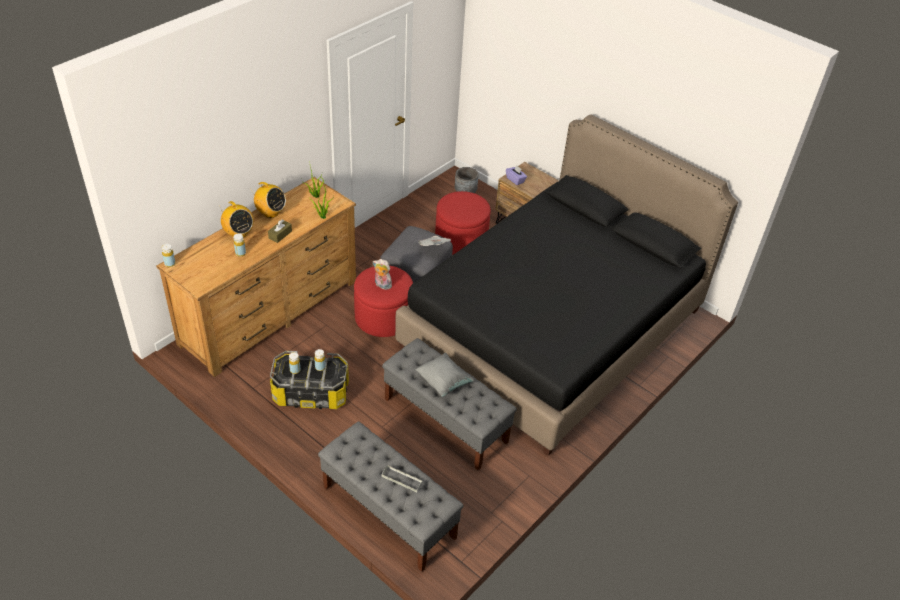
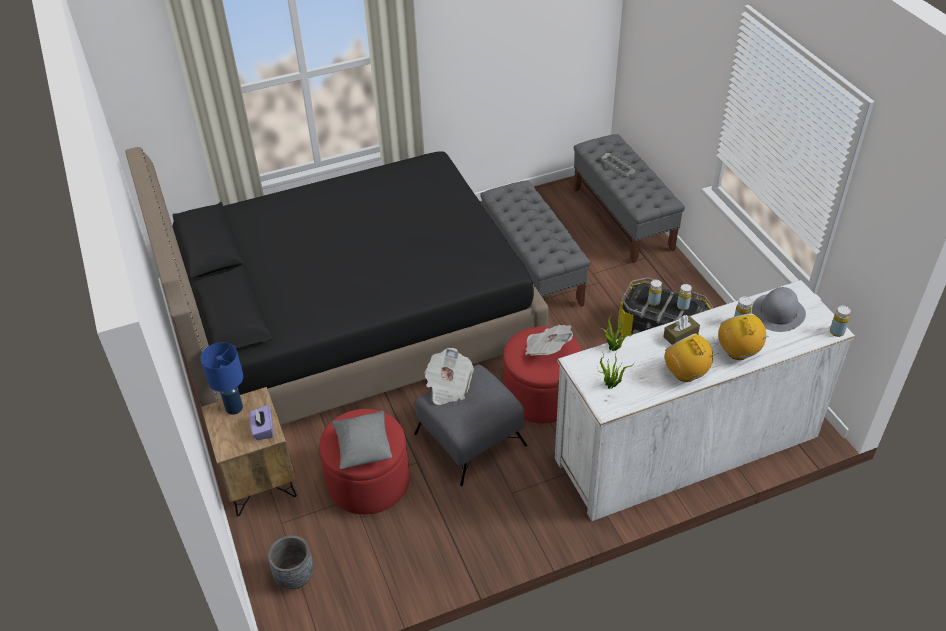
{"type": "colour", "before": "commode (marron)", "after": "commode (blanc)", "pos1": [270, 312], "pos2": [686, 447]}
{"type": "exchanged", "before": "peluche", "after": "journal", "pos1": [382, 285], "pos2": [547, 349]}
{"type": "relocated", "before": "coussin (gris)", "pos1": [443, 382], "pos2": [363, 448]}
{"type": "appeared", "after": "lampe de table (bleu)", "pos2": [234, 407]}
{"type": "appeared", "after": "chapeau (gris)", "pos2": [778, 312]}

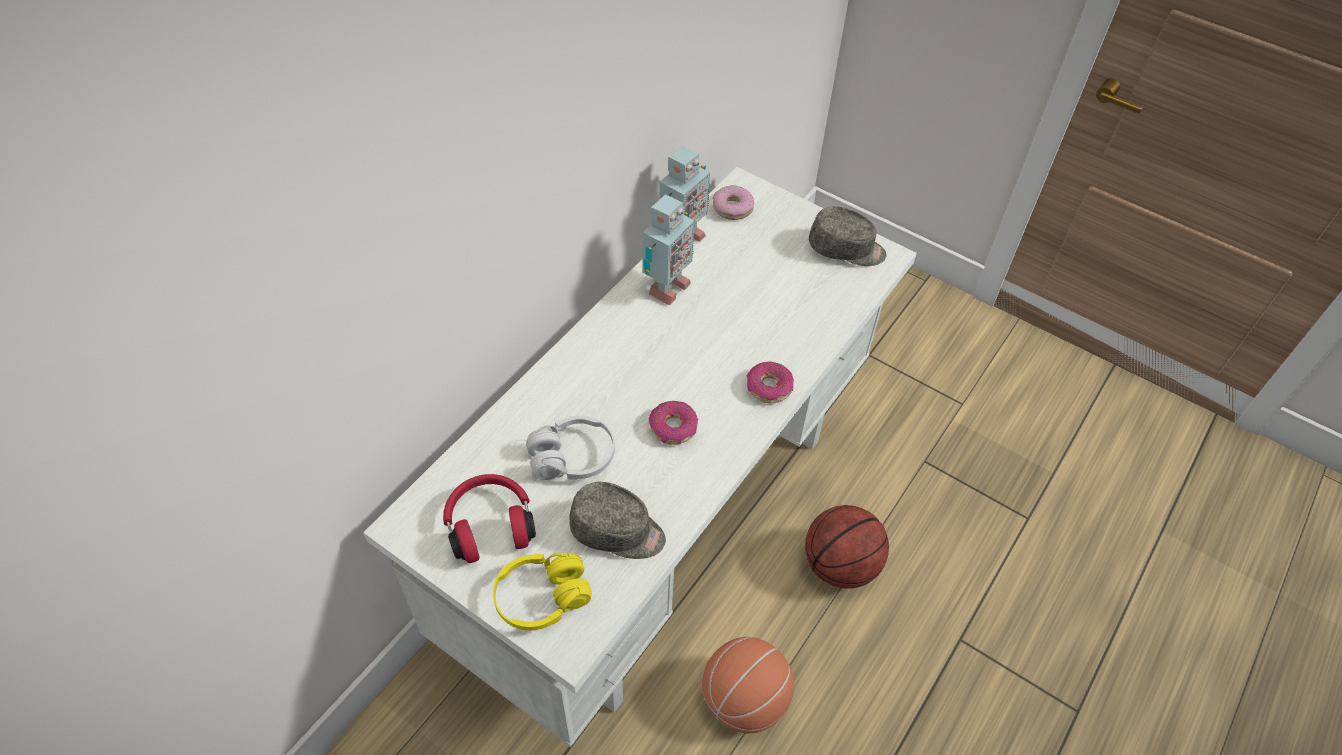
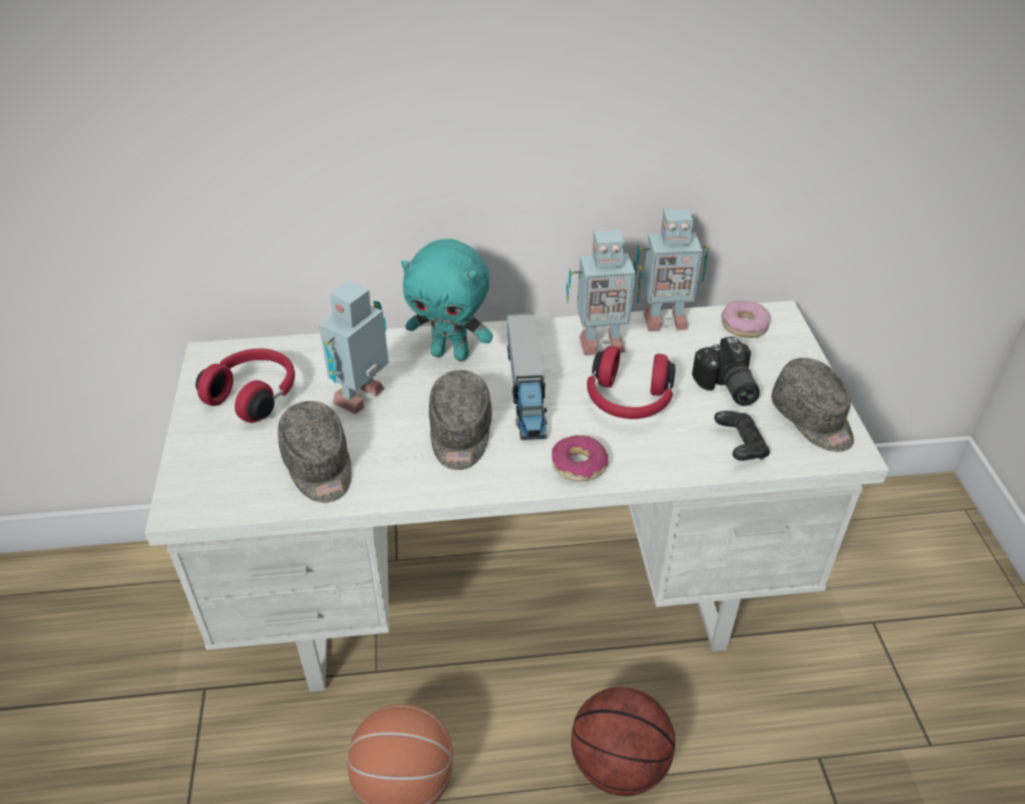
{"type": "missing", "before": "casque audio (jaune)", "pos1": [542, 597]}
{"type": "exchanged", "before": "casque audio (blanc)", "after": "robot jouet", "pos1": [572, 458], "pos2": [363, 398]}
{"type": "exchanged", "before": "beignet", "after": "casquette (gris)", "pos1": [673, 428], "pos2": [460, 434]}
{"type": "appeared", "after": "peluche (turquoise)", "pos2": [451, 354]}
{"type": "appeared", "after": "camion jouet", "pos2": [526, 390]}
{"type": "appeared", "after": "casque audio (rouge)", "pos2": [628, 401]}
{"type": "appeared", "after": "appareil photo", "pos2": [726, 388]}
{"type": "appeared", "after": "manette (noir)", "pos2": [740, 447]}

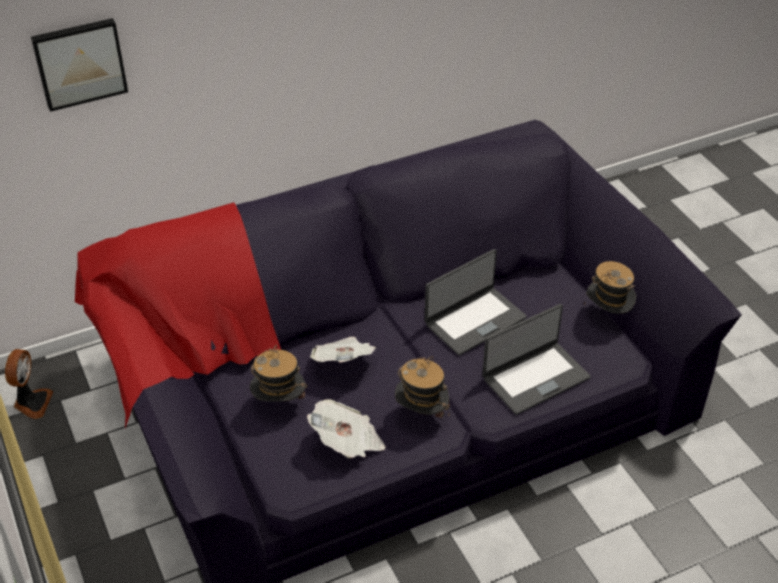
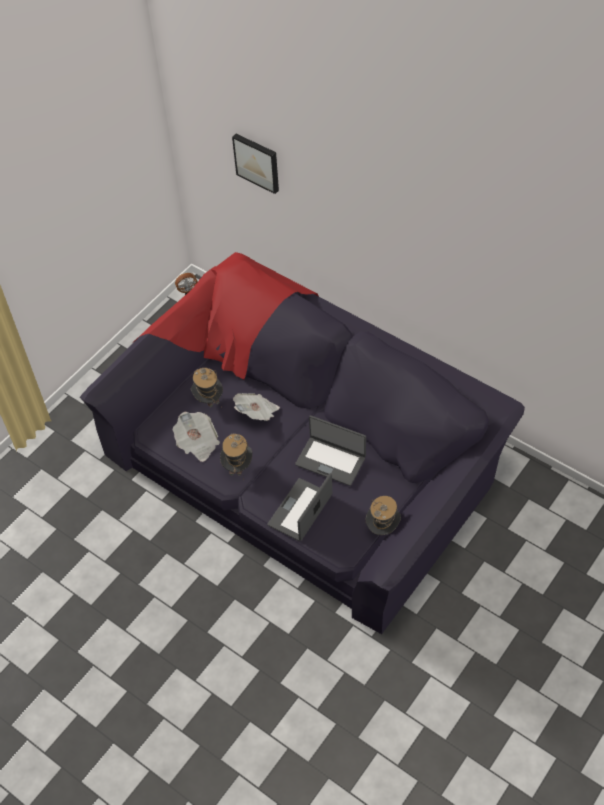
{"type": "spun", "before": "ordinateur portable", "pos1": [535, 377], "pos2": [301, 510], "turn": 90}

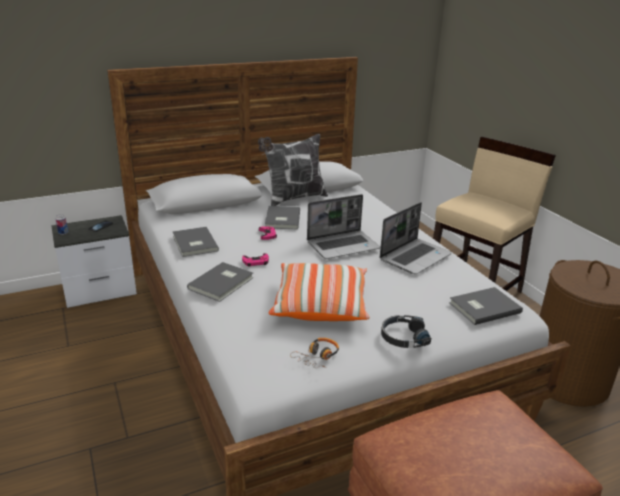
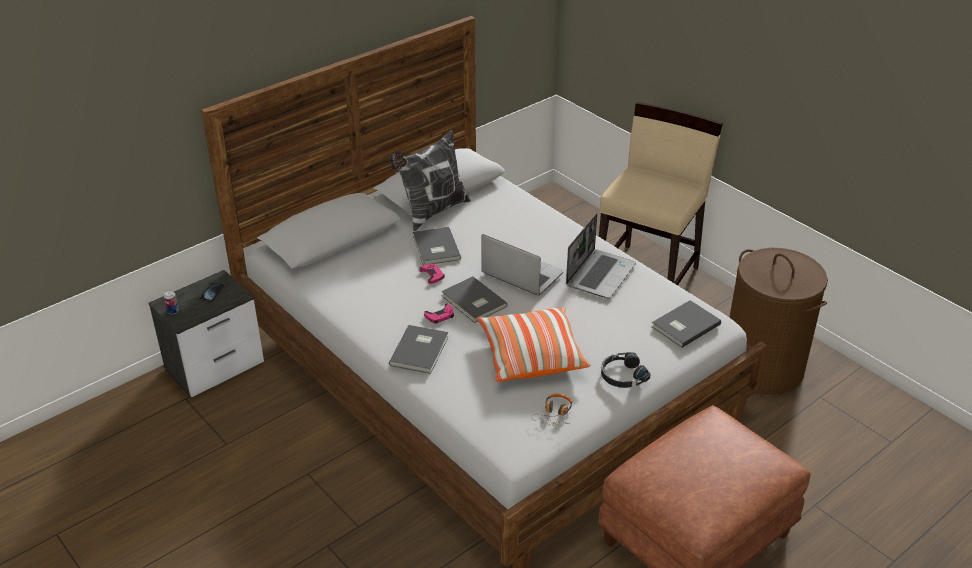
{"type": "relocated", "before": "livre (gris)", "pos1": [194, 244], "pos2": [473, 302]}
{"type": "spun", "before": "ordinateur portable", "pos1": [343, 245], "pos2": [521, 274], "turn": -105}

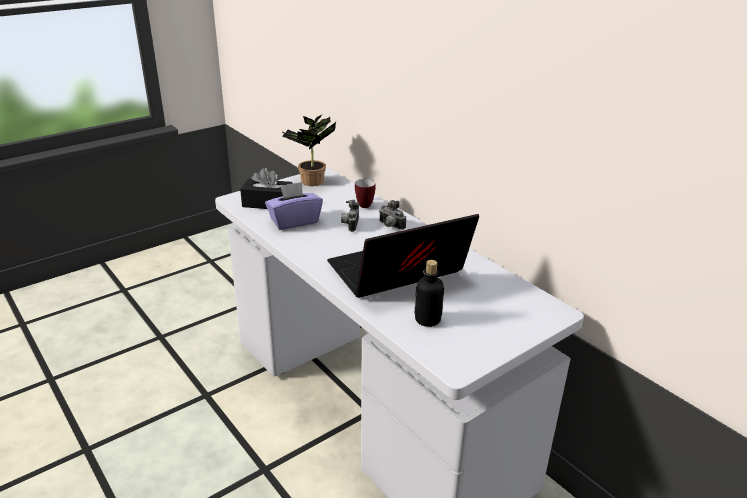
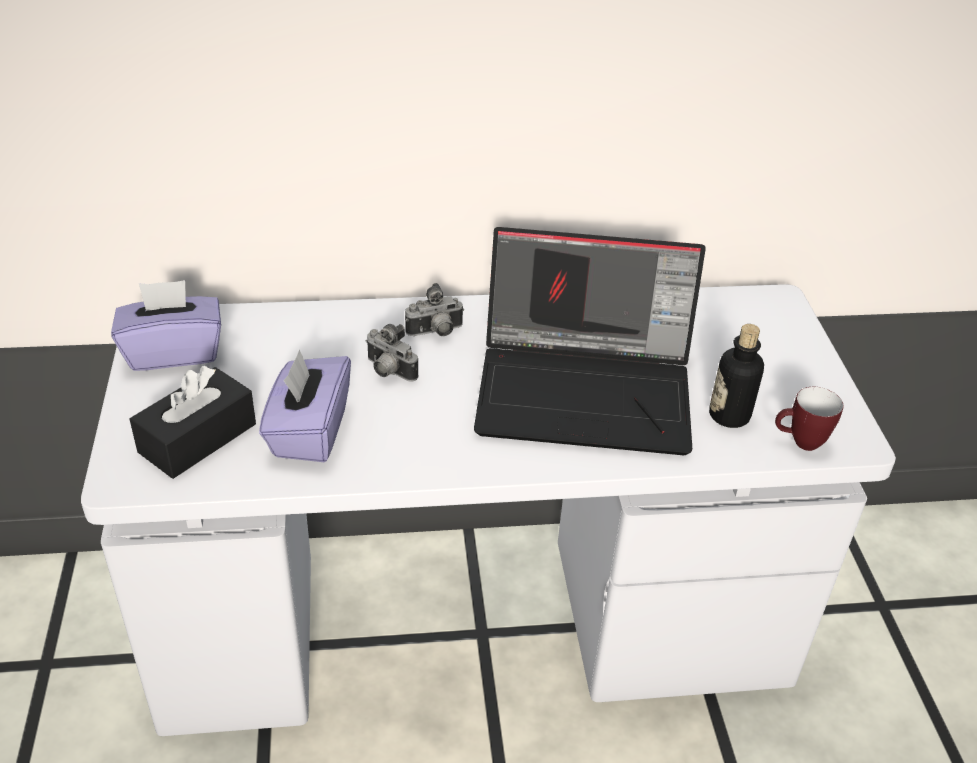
{"type": "exchanged", "before": "plante en pot", "after": "boîte à mouchoirs (violet)", "pos1": [310, 182], "pos2": [173, 352]}
{"type": "spun", "before": "ordinateur portable", "pos1": [396, 274], "pos2": [587, 390], "turn": -90}
{"type": "relocated", "before": "mug", "pos1": [363, 204], "pos2": [799, 443]}

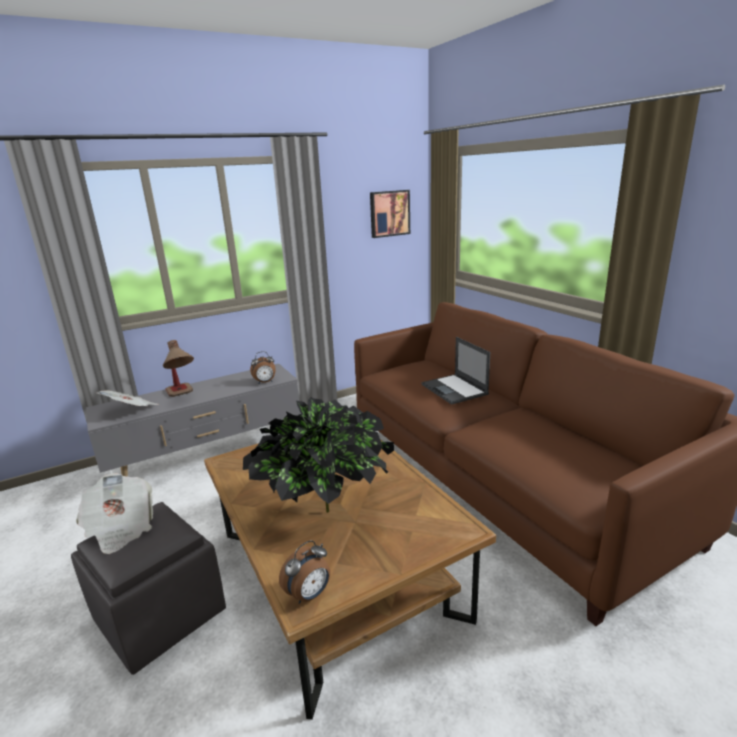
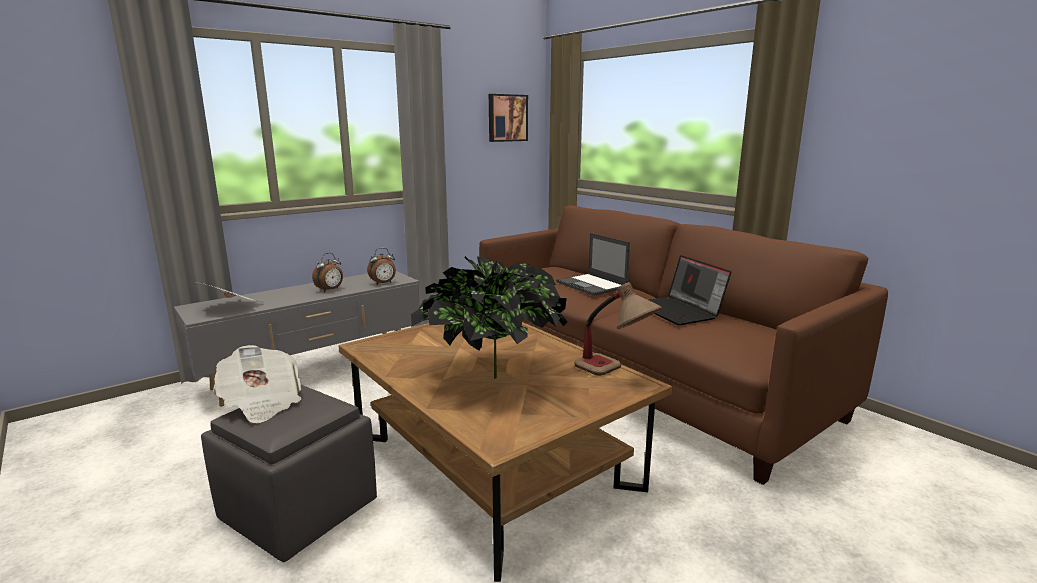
{"type": "relocated", "before": "lampe de table", "pos1": [183, 395], "pos2": [615, 373]}
{"type": "relocated", "before": "réveil", "pos1": [309, 595], "pos2": [330, 290]}
{"type": "appeared", "after": "ordinateur portable", "pos2": [679, 311]}

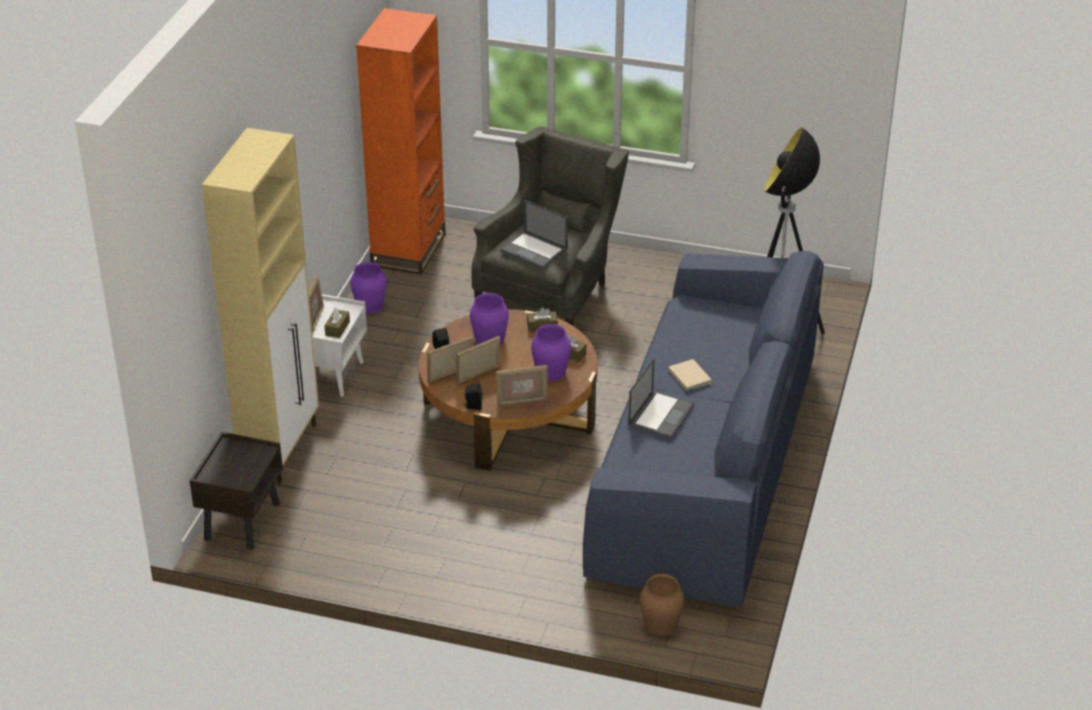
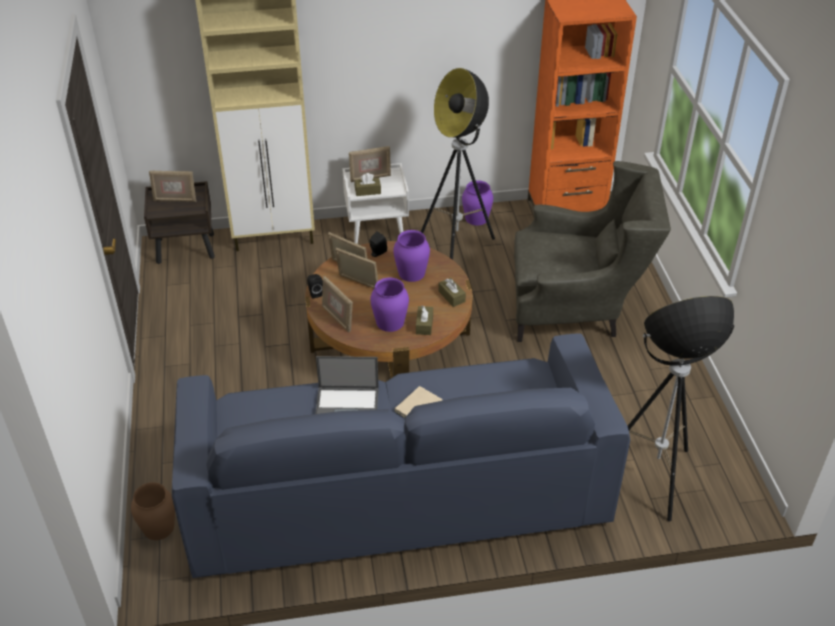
{"type": "missing", "before": "ordinateur portable", "pos1": [535, 250]}
{"type": "appeared", "after": "cadre photo", "pos2": [175, 200]}
{"type": "appeared", "after": "lampadaire", "pos2": [457, 250]}

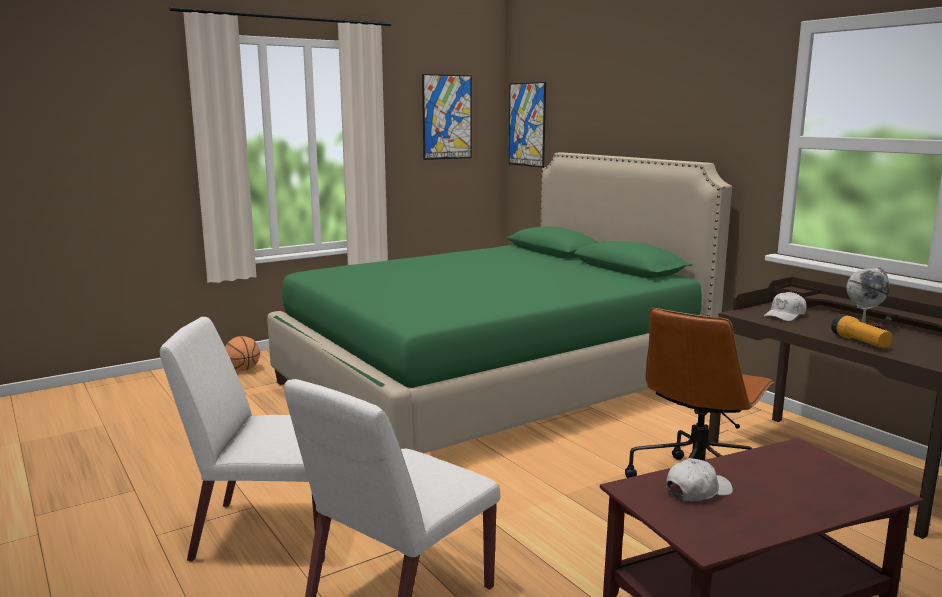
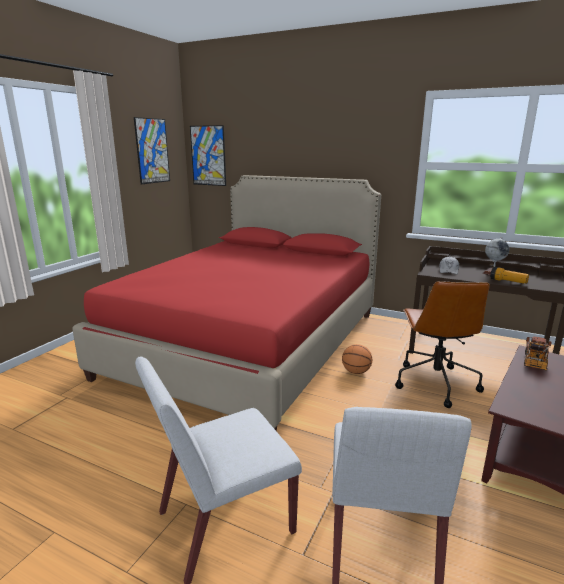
{"type": "relocated", "before": "ballon de basket", "pos1": [243, 370], "pos2": [356, 372]}
{"type": "colour", "before": "lit (vert)", "after": "lit (rouge)", "pos1": [491, 385], "pos2": [250, 343]}
{"type": "missing", "before": "casquette (blanc)", "pos1": [697, 491]}
{"type": "appeared", "after": "camion jouet", "pos2": [534, 363]}

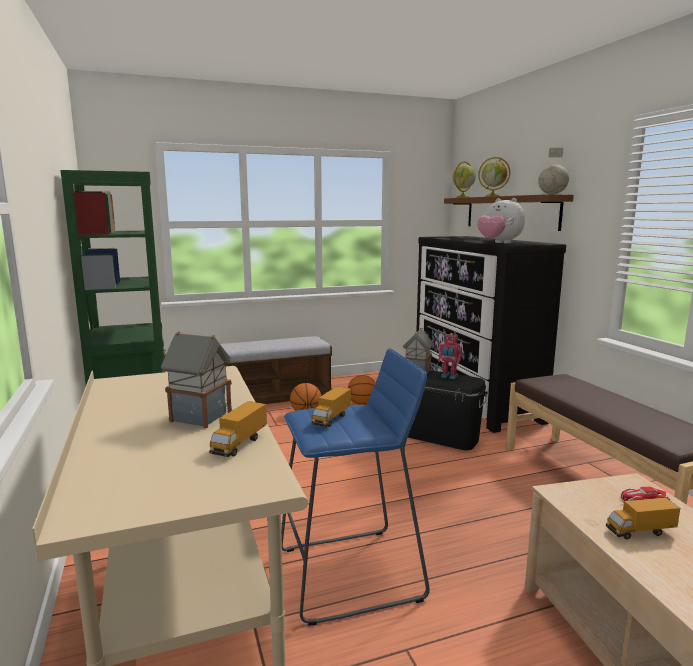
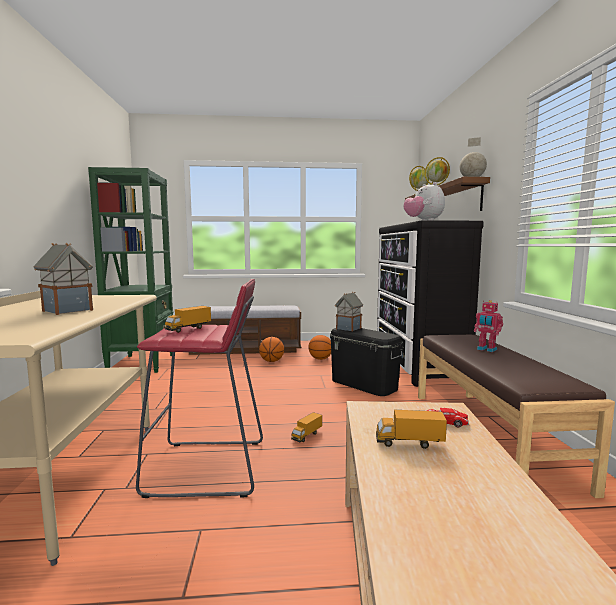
{"type": "relocated", "before": "camion jouet", "pos1": [239, 444], "pos2": [307, 435]}
{"type": "colour", "before": "tabouret (bleu)", "after": "tabouret (rouge)", "pos1": [351, 574], "pos2": [208, 468]}
{"type": "relocated", "before": "robot jouet", "pos1": [449, 377], "pos2": [486, 349]}

